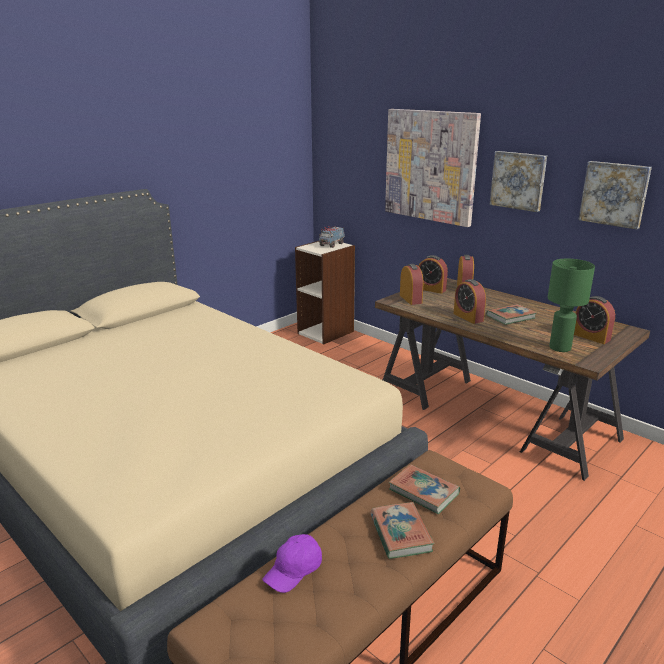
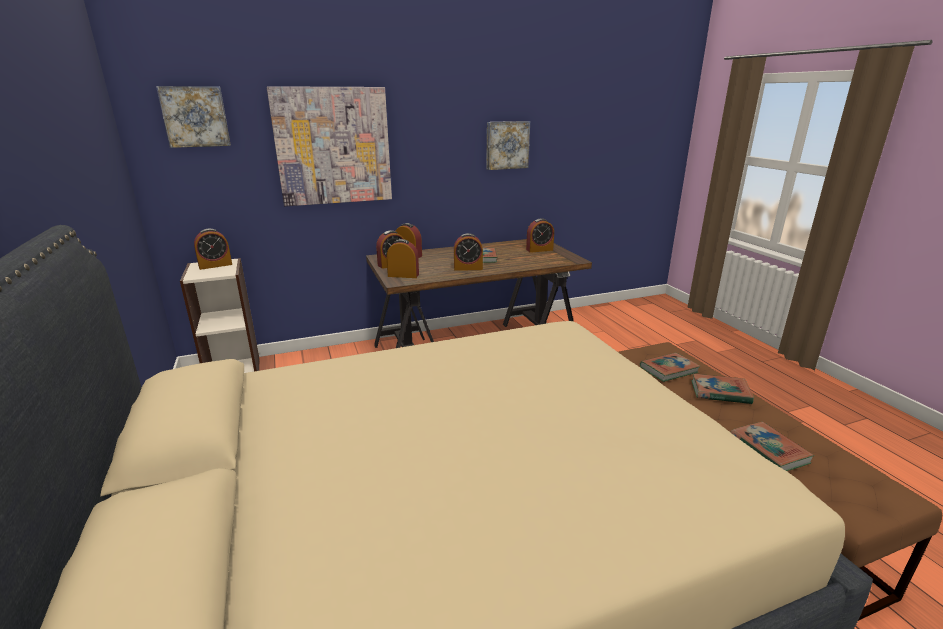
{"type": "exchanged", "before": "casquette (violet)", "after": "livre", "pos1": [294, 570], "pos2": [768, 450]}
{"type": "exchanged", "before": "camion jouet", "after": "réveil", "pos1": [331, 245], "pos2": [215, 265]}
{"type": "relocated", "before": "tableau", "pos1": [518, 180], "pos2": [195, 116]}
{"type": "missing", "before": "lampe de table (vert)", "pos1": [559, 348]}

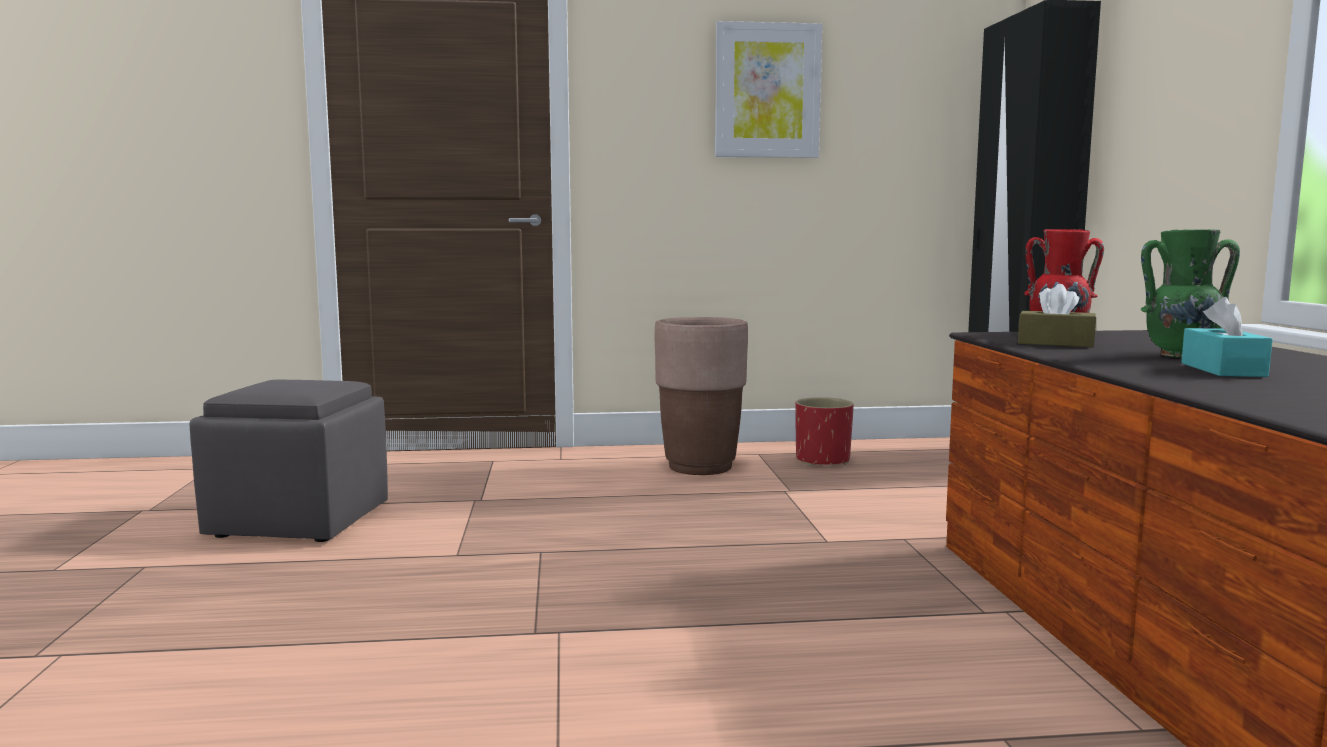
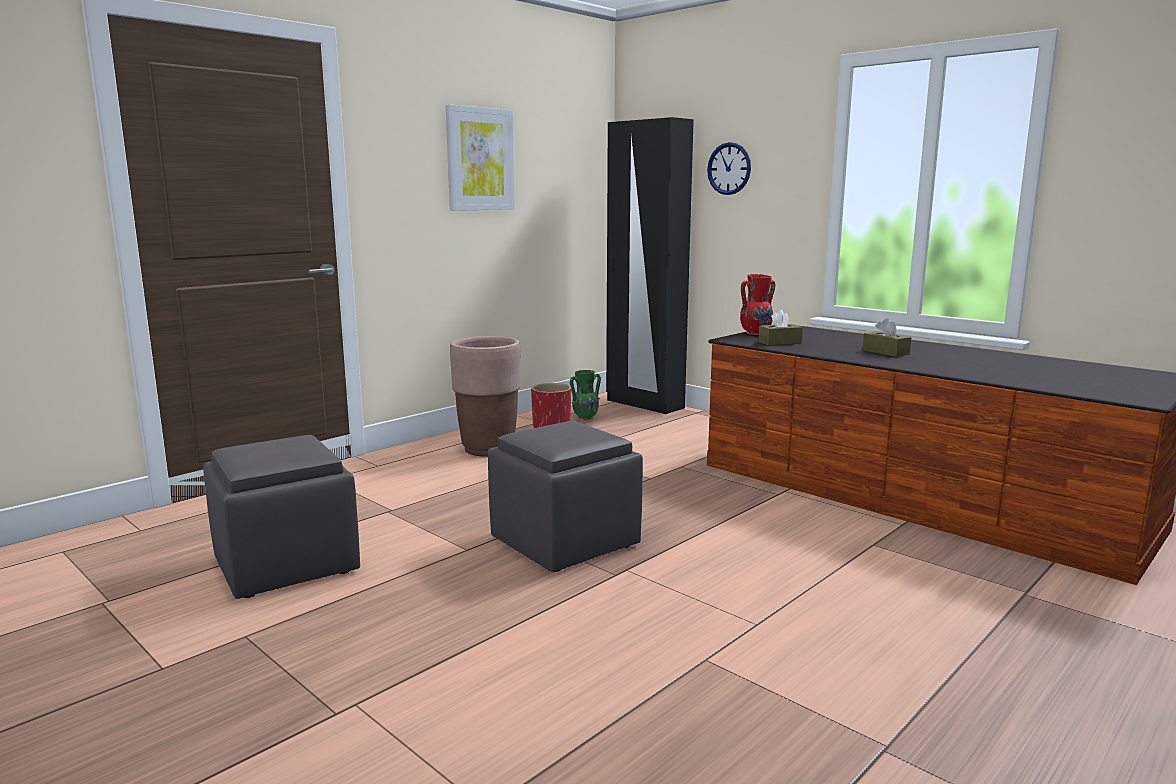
{"type": "relocated", "before": "vase (vert)", "pos1": [1180, 355], "pos2": [585, 418]}
{"type": "colour", "before": "boîte à mouchoirs (turquoise)", "after": "boîte à mouchoirs (marron)", "pos1": [1222, 370], "pos2": [885, 352]}
{"type": "appeared", "after": "pouf (gris)", "pos2": [565, 541]}
{"type": "appeared", "after": "horloge murale", "pos2": [729, 168]}

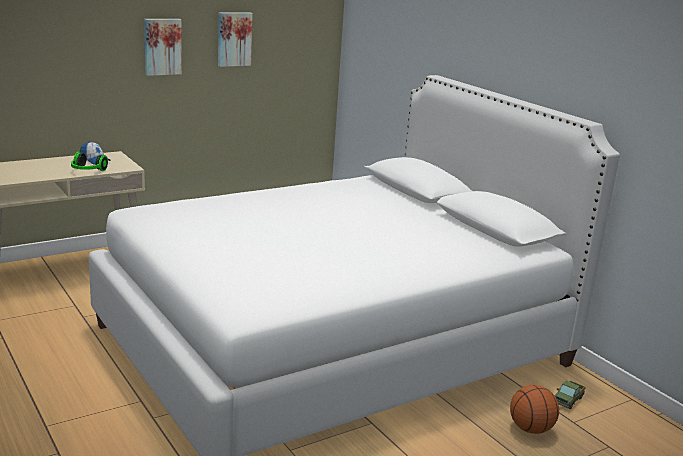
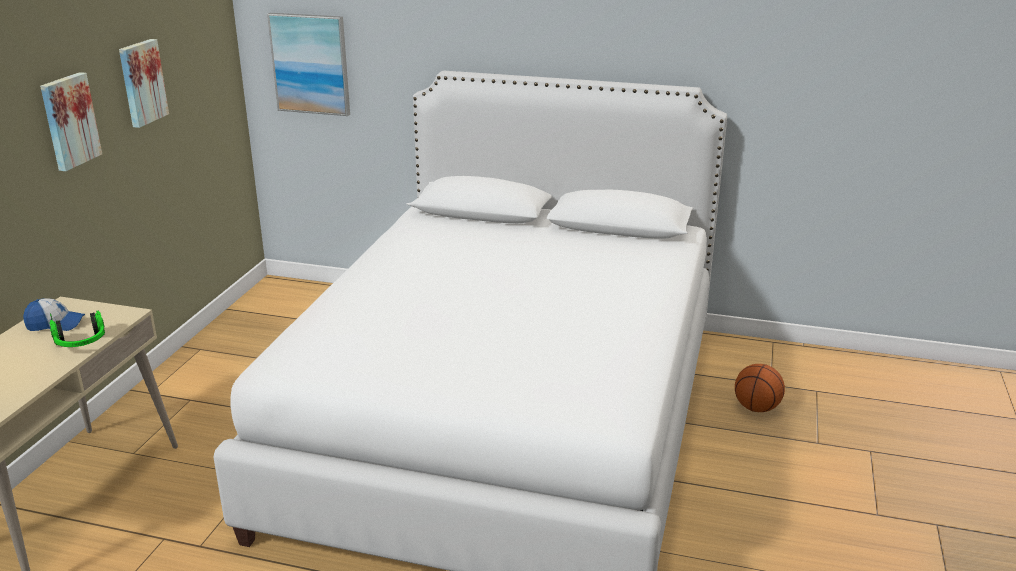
{"type": "missing", "before": "camion jouet", "pos1": [568, 400]}
{"type": "appeared", "after": "tableau", "pos2": [310, 64]}

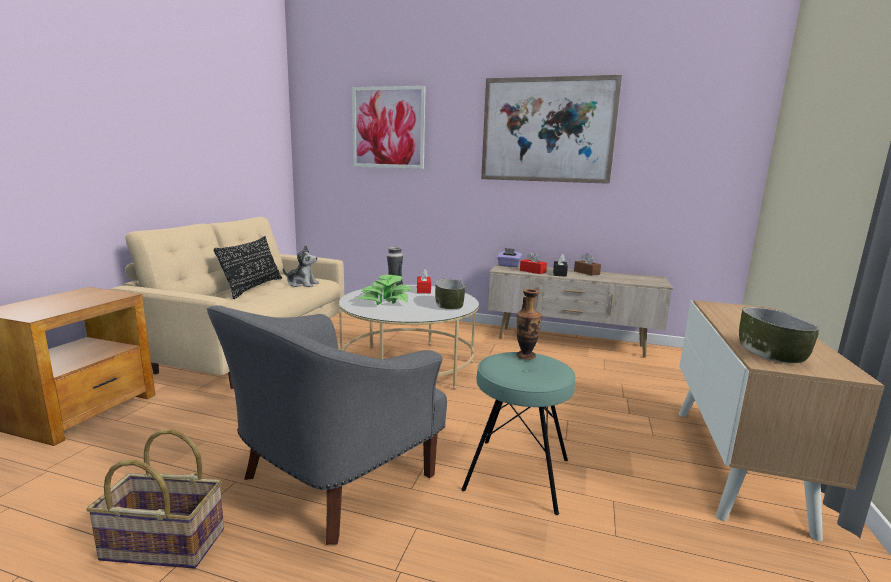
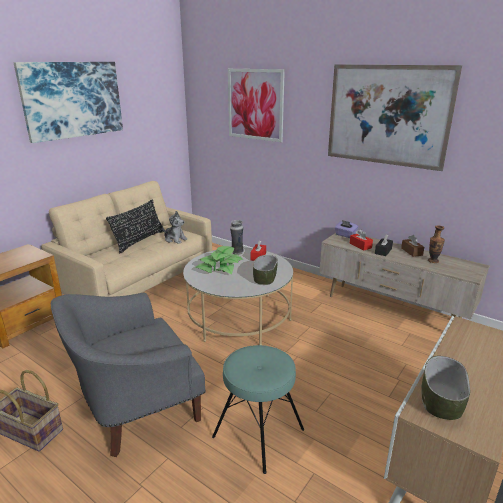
{"type": "relocated", "before": "vase", "pos1": [526, 356], "pos2": [433, 261]}
{"type": "appeared", "after": "tableau", "pos2": [73, 100]}

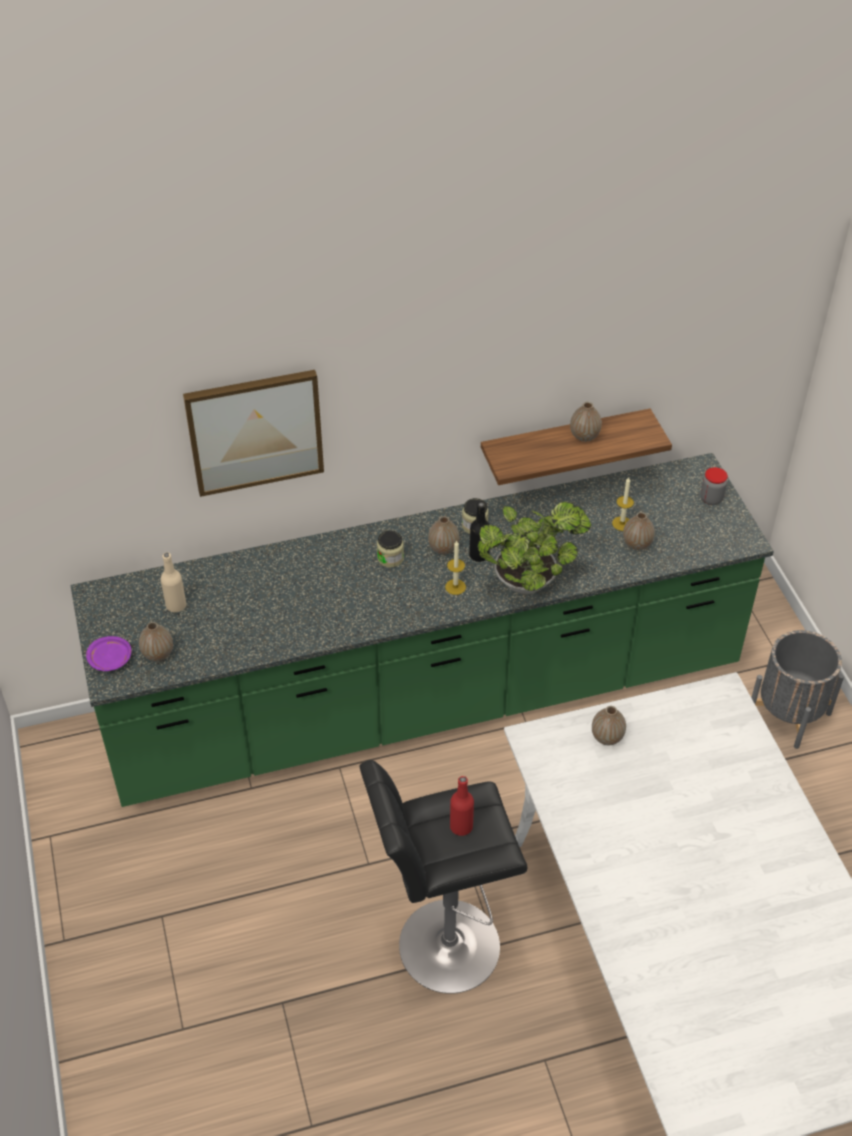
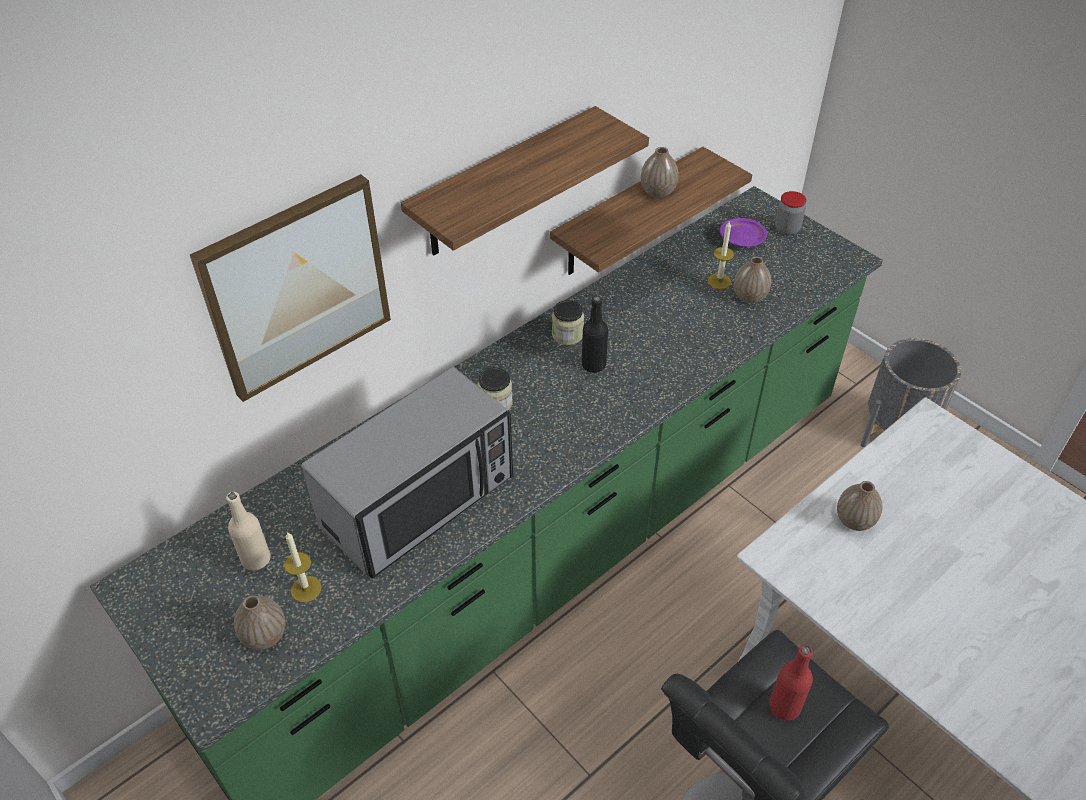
{"type": "relocated", "before": "assiette (violet)", "pos1": [110, 659], "pos2": [742, 239]}
{"type": "missing", "before": "vase", "pos1": [443, 548]}
{"type": "relocated", "before": "bougie", "pos1": [455, 587], "pos2": [306, 589]}
{"type": "missing", "before": "plante en pot", "pos1": [529, 581]}
{"type": "appeared", "after": "micro-ondes", "pos2": [419, 501]}
{"type": "appeared", "after": "étagère", "pos2": [504, 184]}

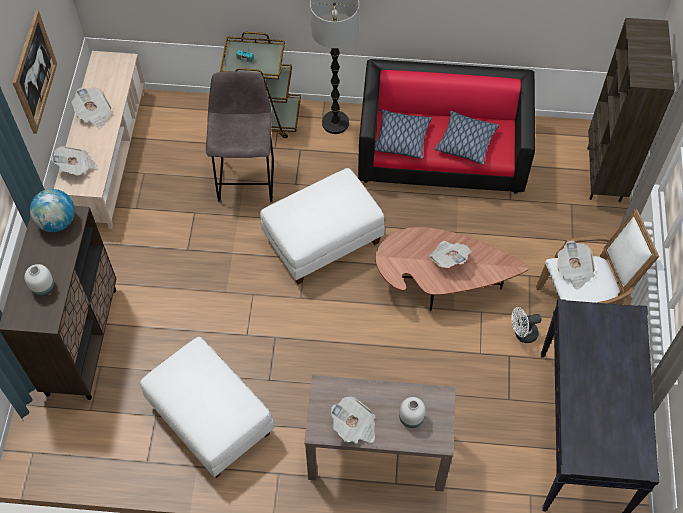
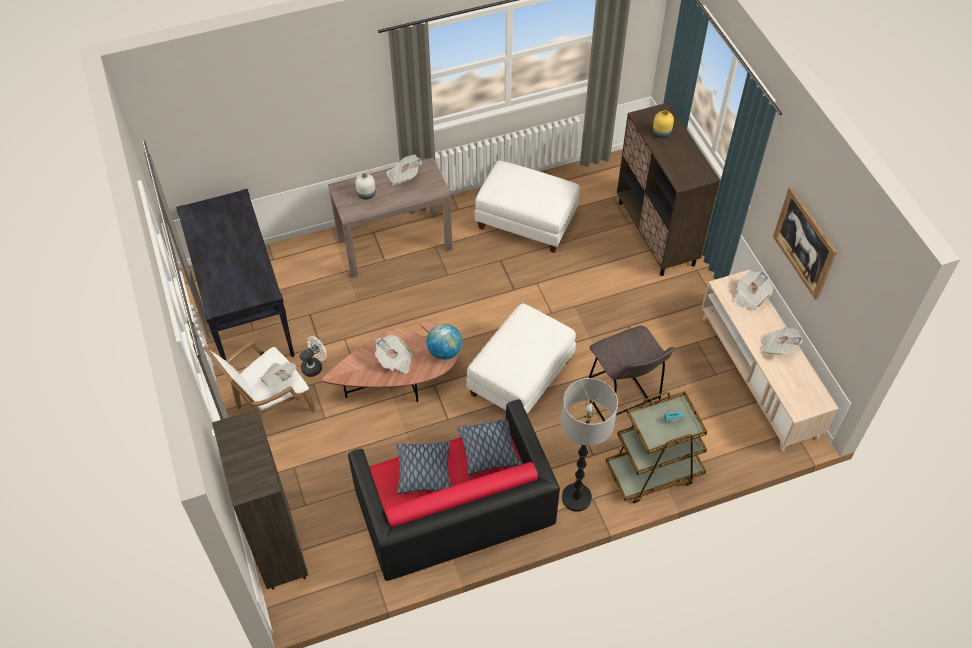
{"type": "colour", "before": "vase (blanc)", "after": "vase (jaune)", "pos1": [42, 287], "pos2": [662, 132]}
{"type": "relocated", "before": "globe", "pos1": [57, 222], "pos2": [444, 351]}

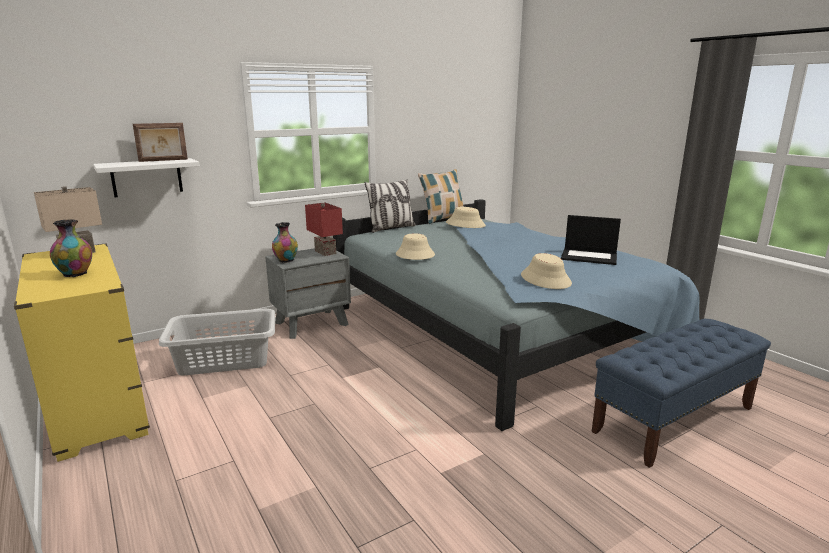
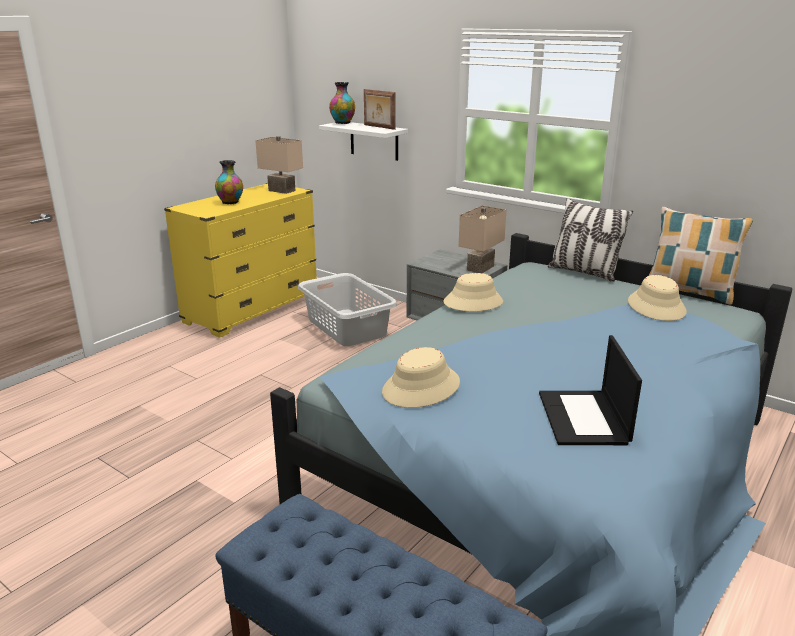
{"type": "relocated", "before": "vase", "pos1": [286, 261], "pos2": [342, 123]}
{"type": "colour", "before": "lampe de table (rouge)", "after": "lampe de table (beige)", "pos1": [326, 252], "pos2": [481, 268]}

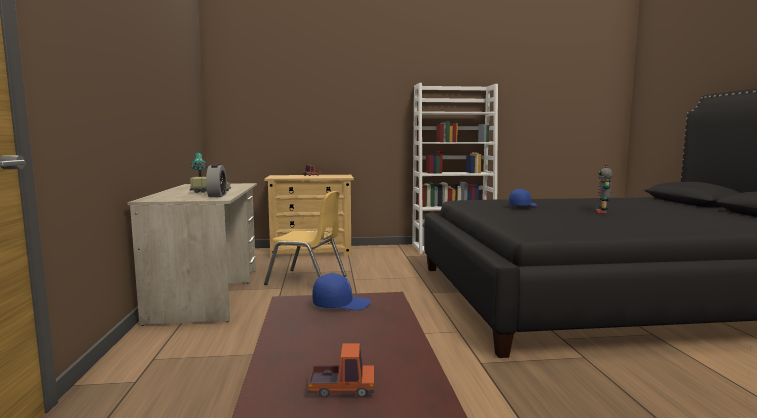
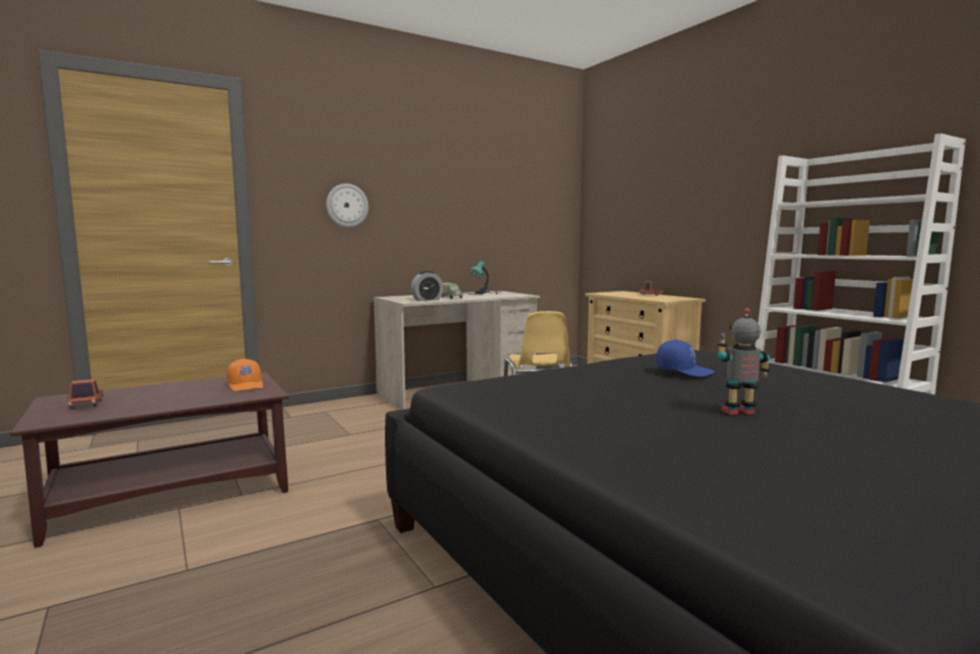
{"type": "colour", "before": "casquette (bleu)", "after": "casquette (orange)", "pos1": [341, 304], "pos2": [246, 385]}
{"type": "appeared", "after": "horloge murale", "pos2": [347, 205]}

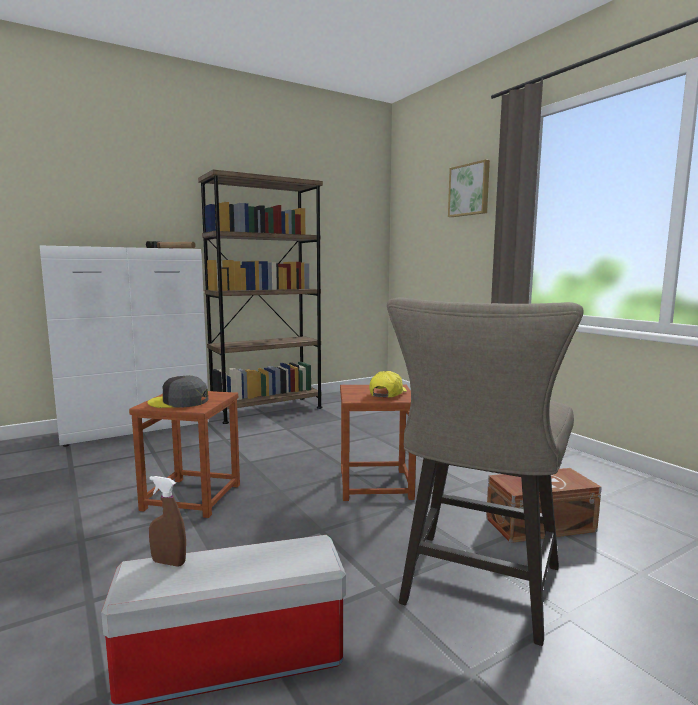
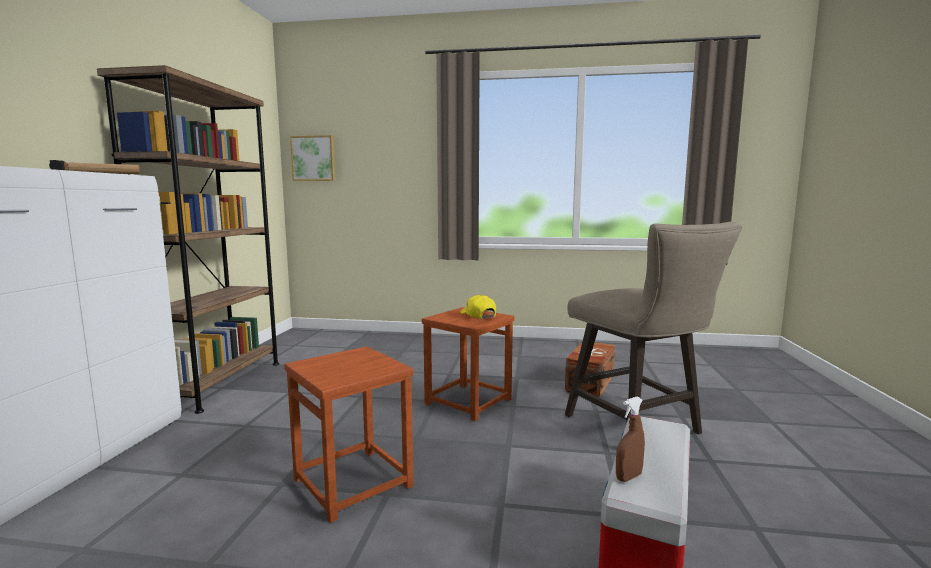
{"type": "missing", "before": "casquette (gris)", "pos1": [179, 402]}
{"type": "relocated", "before": "tableau", "pos1": [470, 190], "pos2": [314, 158]}

